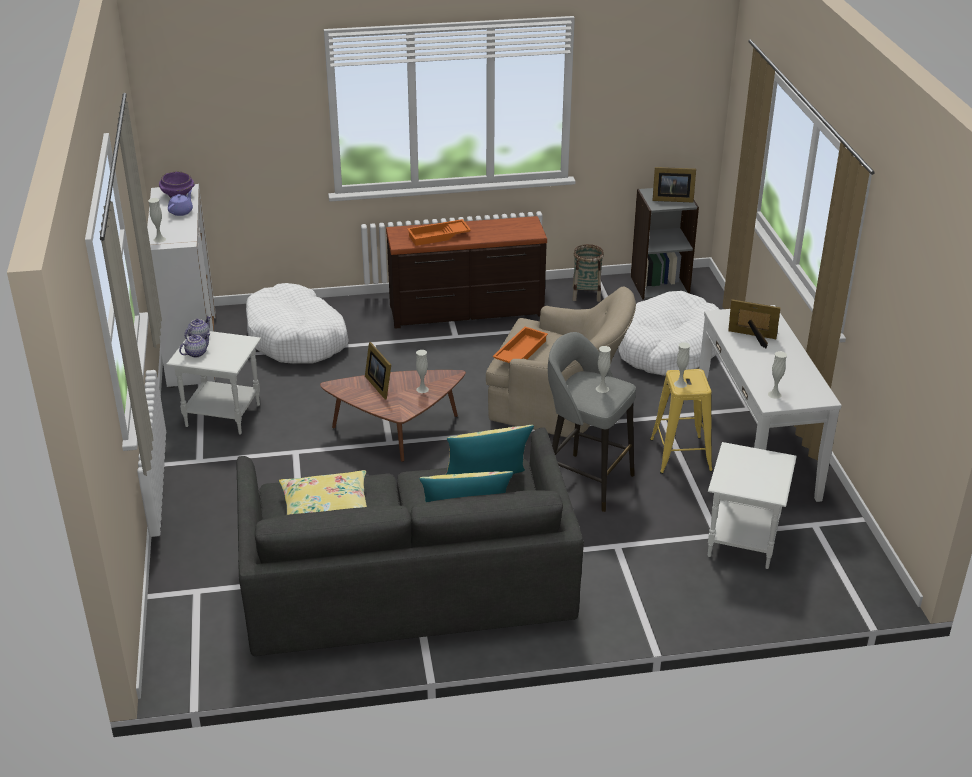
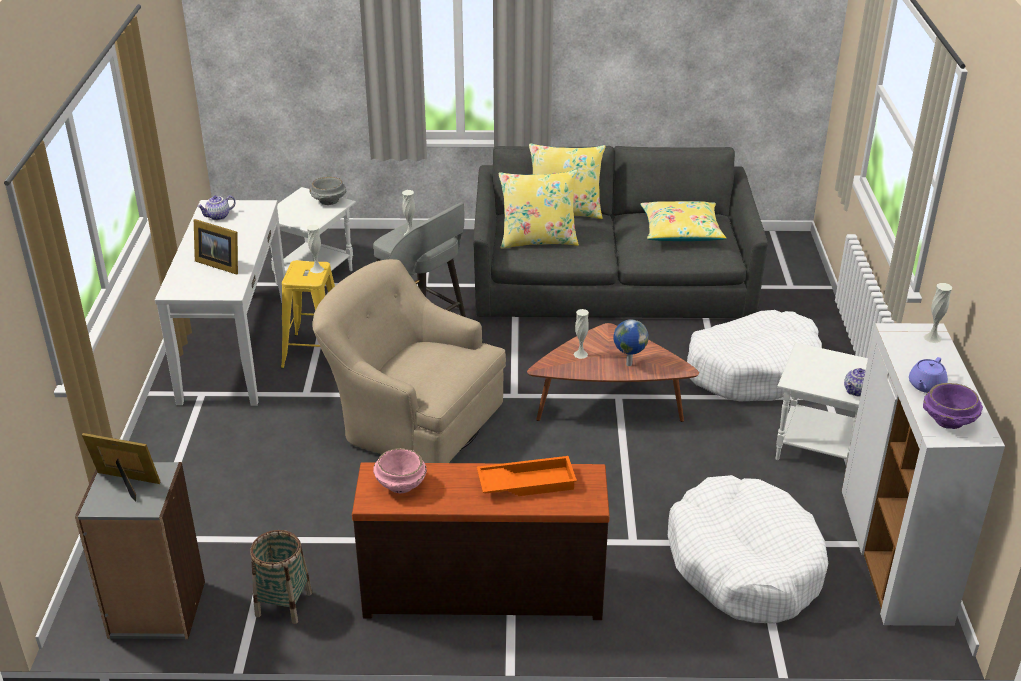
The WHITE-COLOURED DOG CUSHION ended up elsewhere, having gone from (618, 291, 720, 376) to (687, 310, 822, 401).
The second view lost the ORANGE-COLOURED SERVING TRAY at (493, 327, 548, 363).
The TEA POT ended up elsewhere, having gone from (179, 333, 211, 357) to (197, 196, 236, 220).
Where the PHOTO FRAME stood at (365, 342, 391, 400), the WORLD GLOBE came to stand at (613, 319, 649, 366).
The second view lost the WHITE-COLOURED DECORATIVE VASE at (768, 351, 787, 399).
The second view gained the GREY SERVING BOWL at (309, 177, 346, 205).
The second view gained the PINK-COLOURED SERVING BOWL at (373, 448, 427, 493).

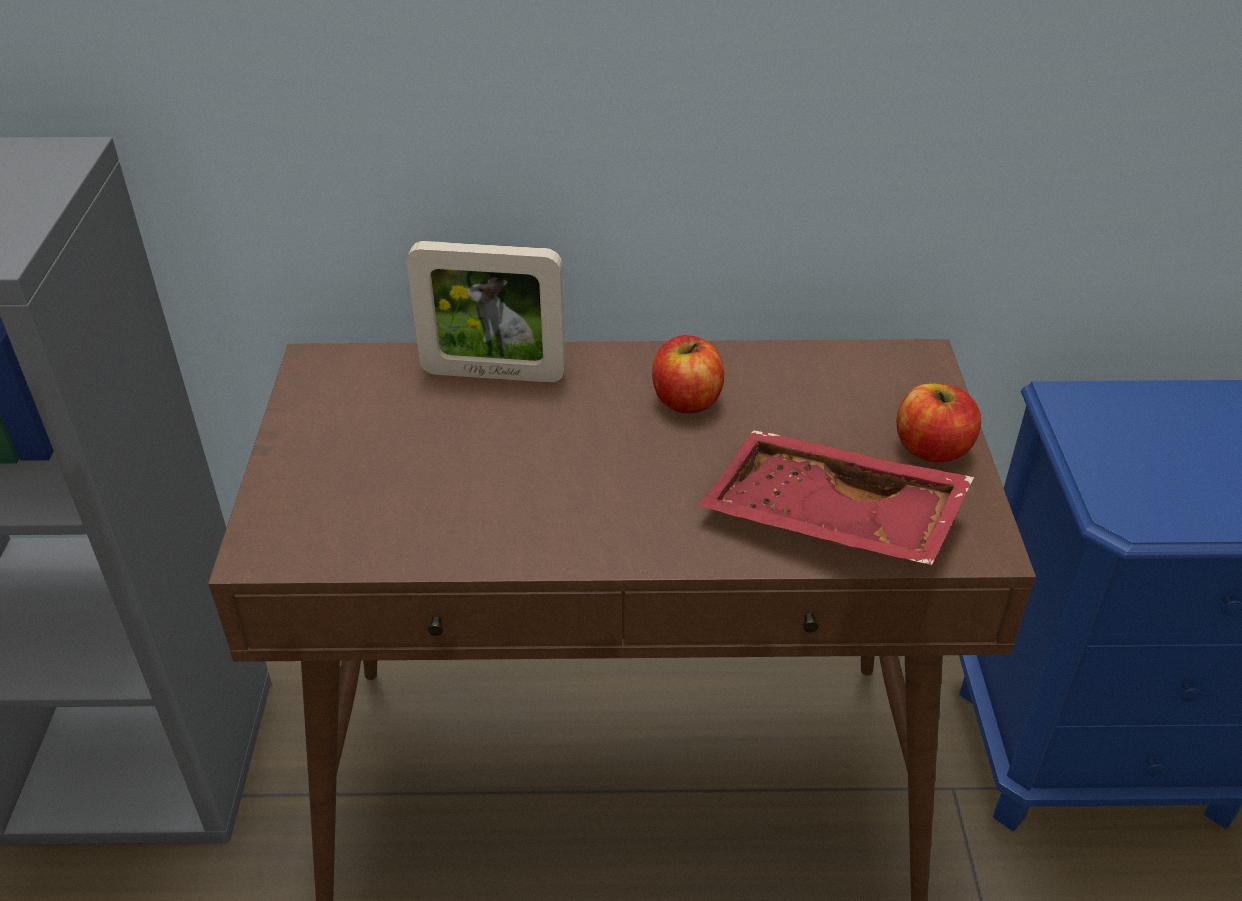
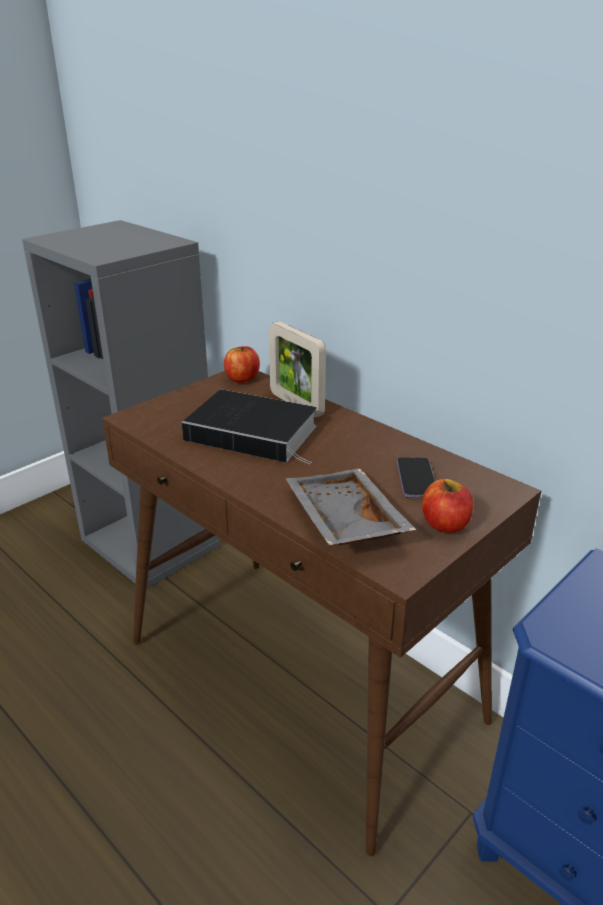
The WHOLE APPLE ended up elsewhere, having gone from (652, 335, 724, 413) to (224, 346, 260, 383).
What was the RED SERVING TRAY at (698, 430, 974, 565) turned into the GREY SERVING TRAY at (286, 469, 416, 545).
The second view gained the VOLUME at (182, 390, 317, 464).
The second view gained the PHONE at (397, 457, 435, 498).

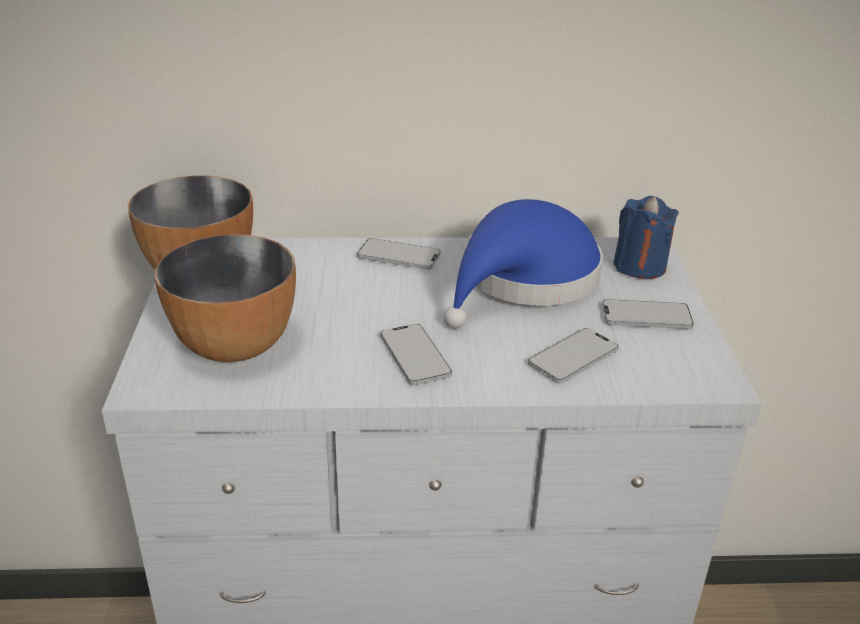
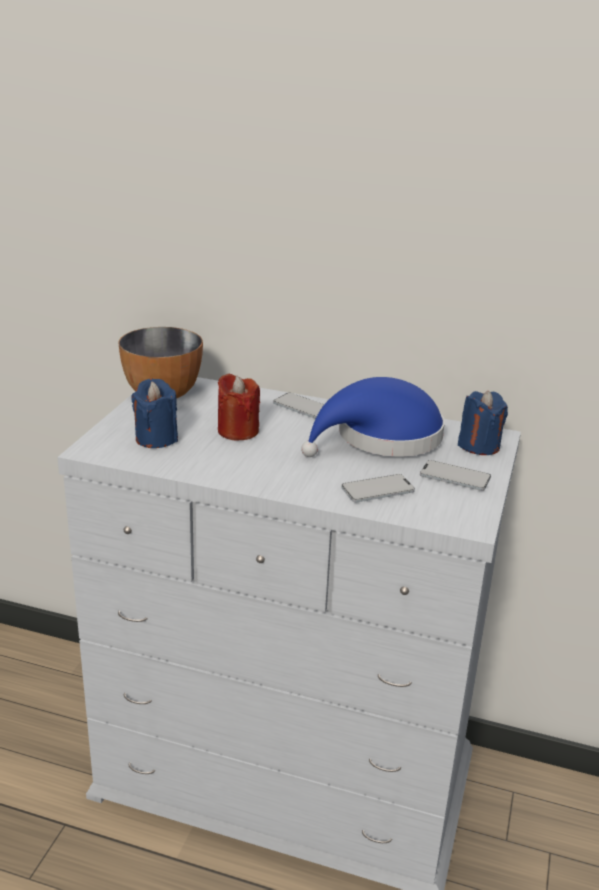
Where the SERVING BOWL stood at (154, 234, 296, 362), the BLUISH WAX CANDLE came to stand at (131, 379, 178, 448).
The second view lost the PHONE at (380, 324, 452, 385).
The second view gained the RED WAX CANDLE at (218, 374, 260, 440).

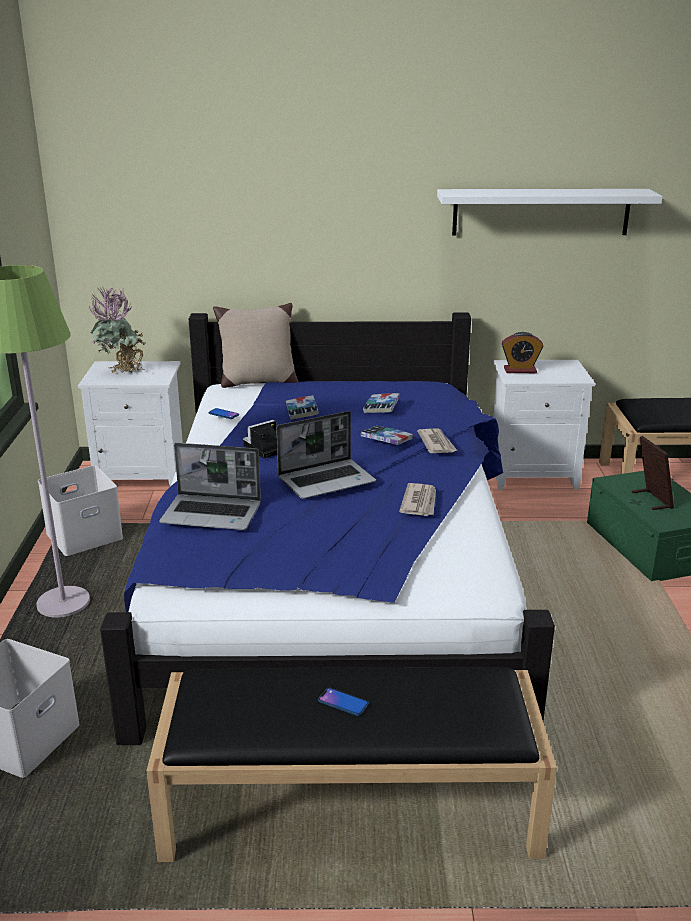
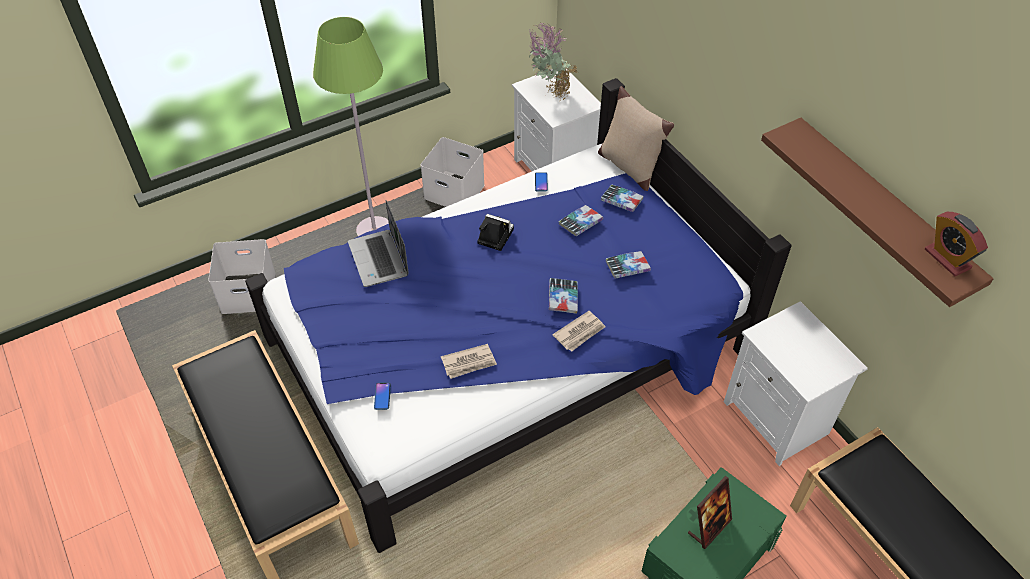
What was the WHITE-COLOURED BRACKET SHELF at (437, 189, 663, 236) turned into the BROWN-COLOURED BRACKET SHELF at (761, 118, 994, 307).
The BEDSIDE CLOCK ended up elsewhere, having gone from (502, 332, 543, 373) to (925, 212, 988, 276).
The second view lost the LAPTOP at (277, 411, 376, 499).
The PHONE ended up elsewhere, having gone from (318, 688, 369, 716) to (374, 382, 391, 410).
The second view gained the VOLUME at (601, 185, 644, 212).

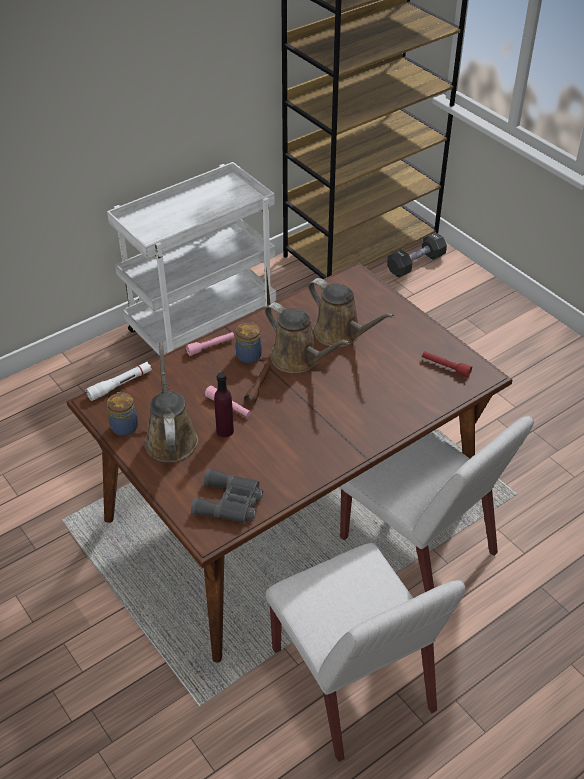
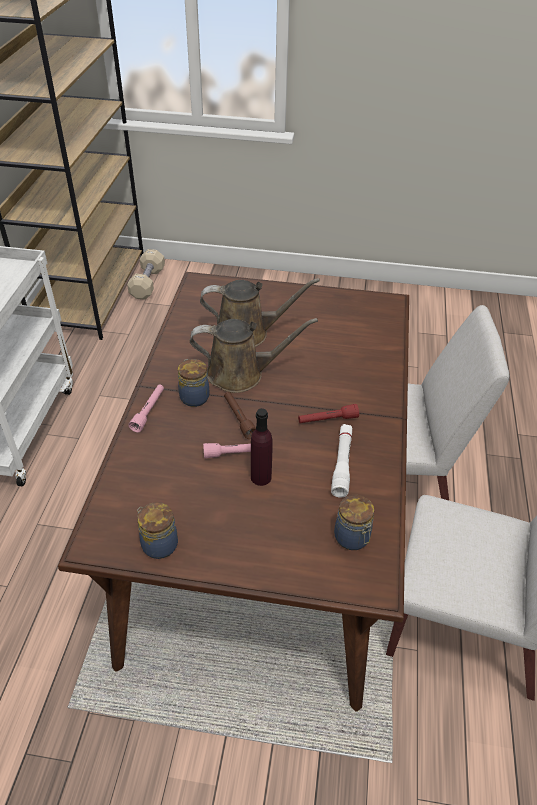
What was the BLACKISH HAND WEIGHT at (387, 232, 447, 278) turned into the SAND-COLOURED HAND WEIGHT at (127, 249, 165, 300).
The second view lost the BROWN-COLOURED WATERING CAN at (144, 341, 198, 463).
The RED TORCH ended up elsewhere, having gone from (422, 351, 472, 378) to (298, 404, 359, 423).
The WHITE-COLOURED TORCH ended up elsewhere, having gone from (86, 362, 152, 401) to (331, 424, 352, 498).
Where the GREY FIELD GLASSES stood at (191, 468, 263, 523), the JAR came to stand at (334, 495, 374, 550).

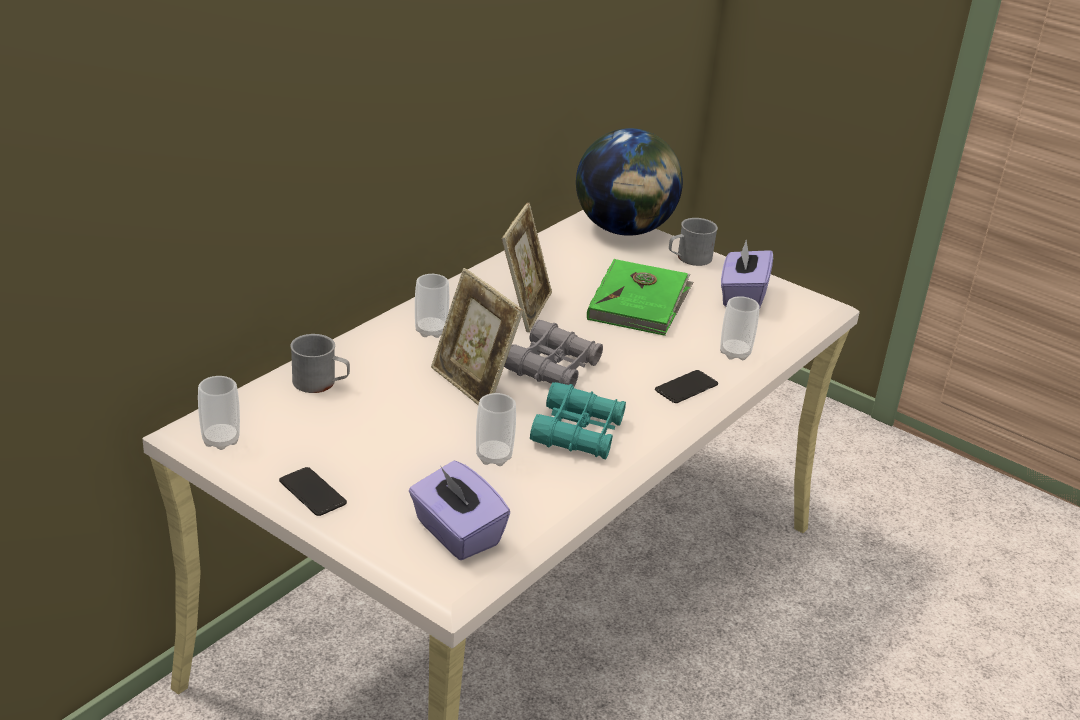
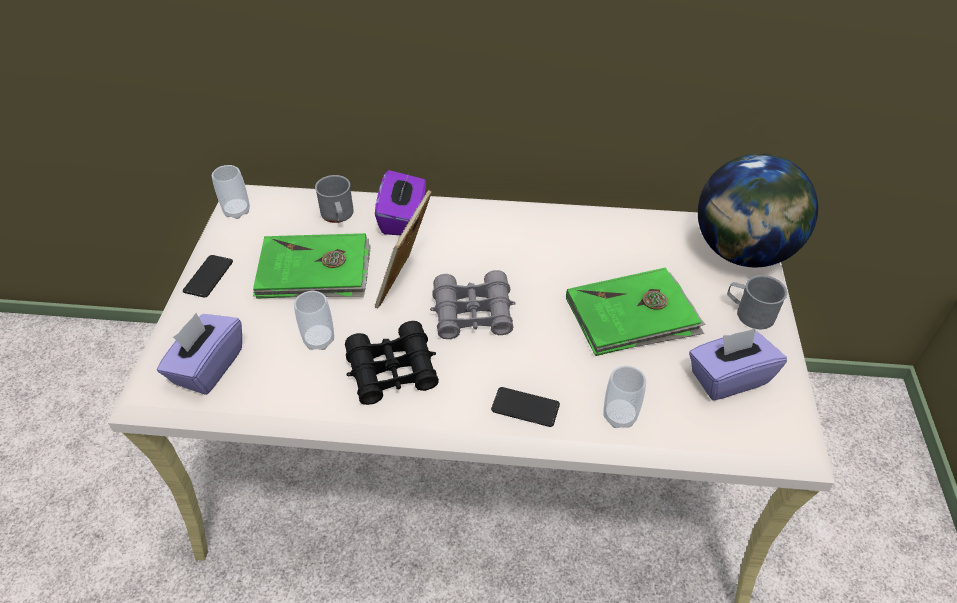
The second view lost the PHOTO FRAME at (502, 203, 552, 332).
The second view lost the SMALL CUP at (415, 274, 449, 338).
What was the TURQUOISE-COLOURED FIELD GLASSES at (530, 382, 626, 460) turned into the BLACKISH FIELD GLASSES at (345, 321, 439, 405).
The second view gained the PURPLE-COLOURED TISSUE HOLDER at (375, 170, 426, 235).
The second view gained the GREEN-COLOURED VOLUME at (253, 233, 371, 299).

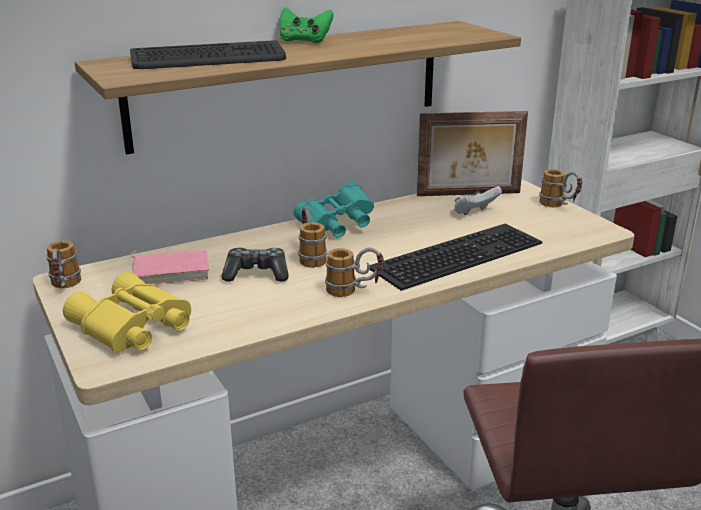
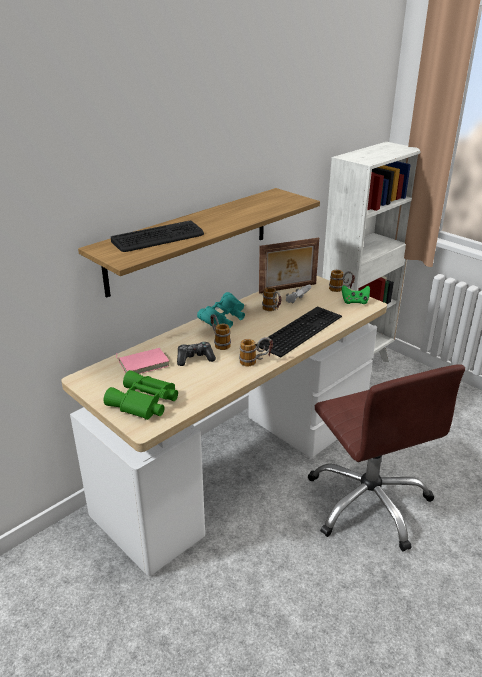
The GREEN-COLOURED JOYPAD ended up elsewhere, having gone from (279, 7, 334, 43) to (342, 285, 370, 304).
The MUG ended up elsewhere, having gone from (46, 241, 81, 288) to (262, 287, 282, 311).
What was the YELLOW-COLOURED FIELD GLASSES at (63, 272, 191, 353) turned into the GREEN-COLOURED FIELD GLASSES at (104, 370, 178, 420).

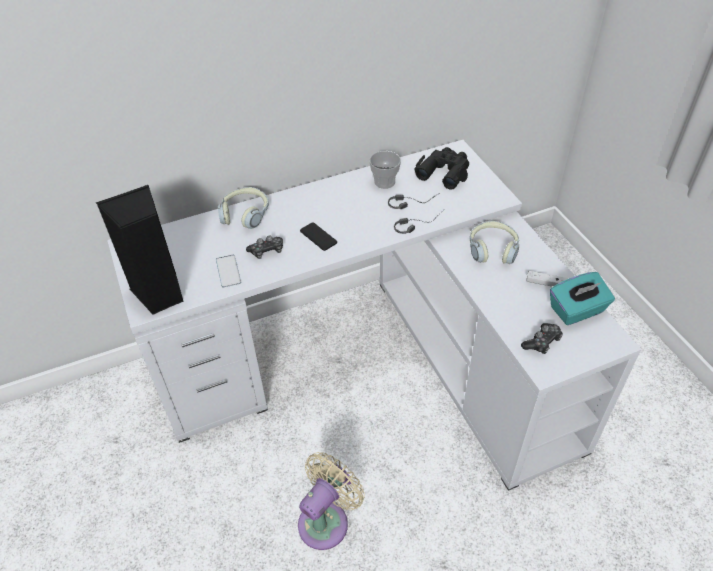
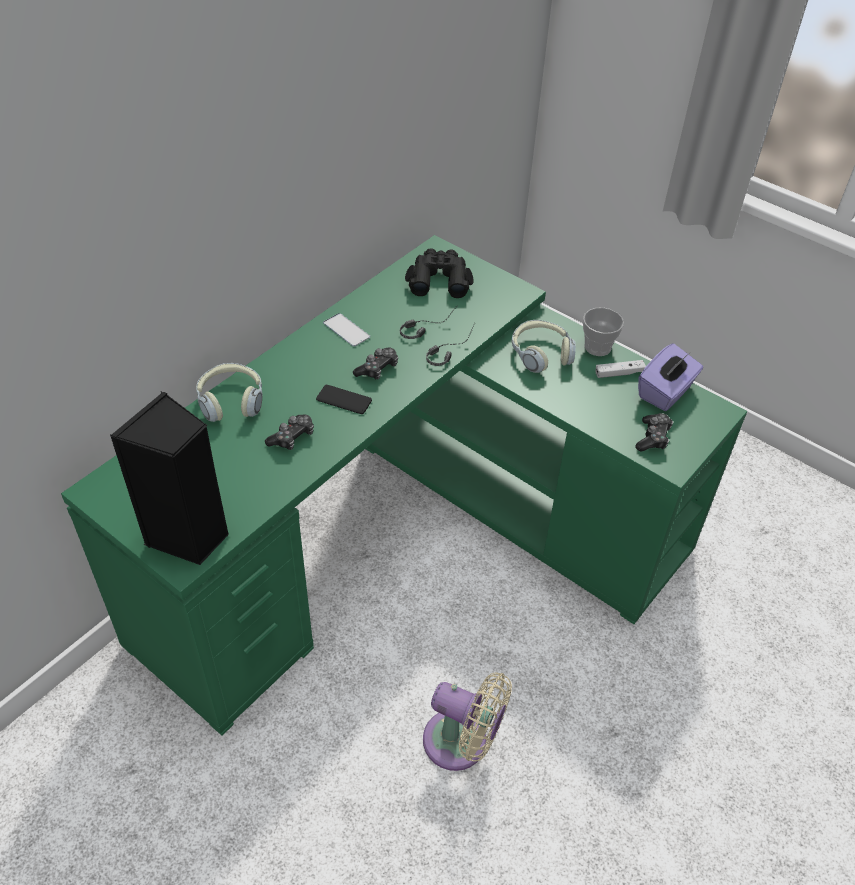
What was the WHITE-COLOURED DESK TABLE at (107, 140, 642, 491) turned into the GREEN-COLOURED DESK TABLE at (61, 235, 747, 735).
The SMALL CUP ended up elsewhere, having gone from (370, 151, 401, 189) to (583, 307, 624, 356).
The PHONE ended up elsewhere, having gone from (216, 255, 241, 287) to (323, 313, 370, 347).
What was the TURQUOISE-COLOURED TISSUE HOLDER at (550, 272, 615, 325) turned into the PURPLE-COLOURED TISSUE HOLDER at (638, 343, 703, 411).
The SAND-COLOURED ELECTRIC FAN at (298, 452, 365, 550) ended up facing another way, 105 degrees clockwise from before.
The second view gained the JOYPAD at (353, 348, 398, 380).

